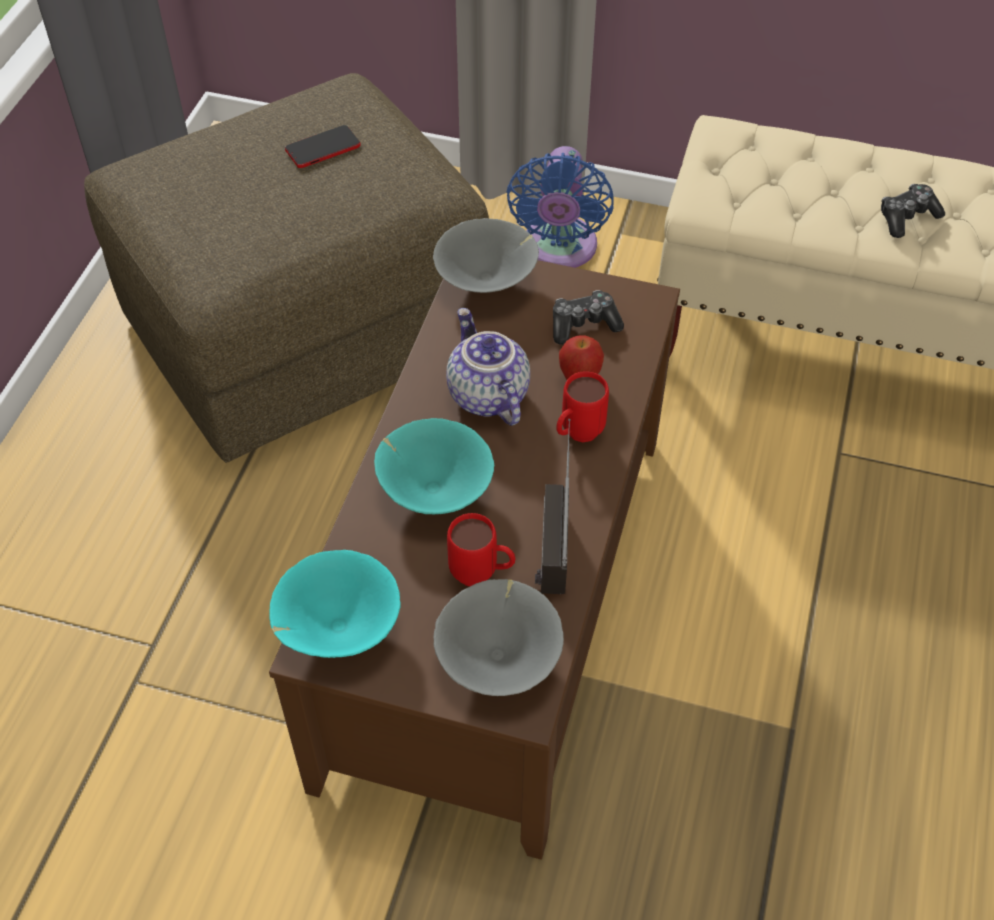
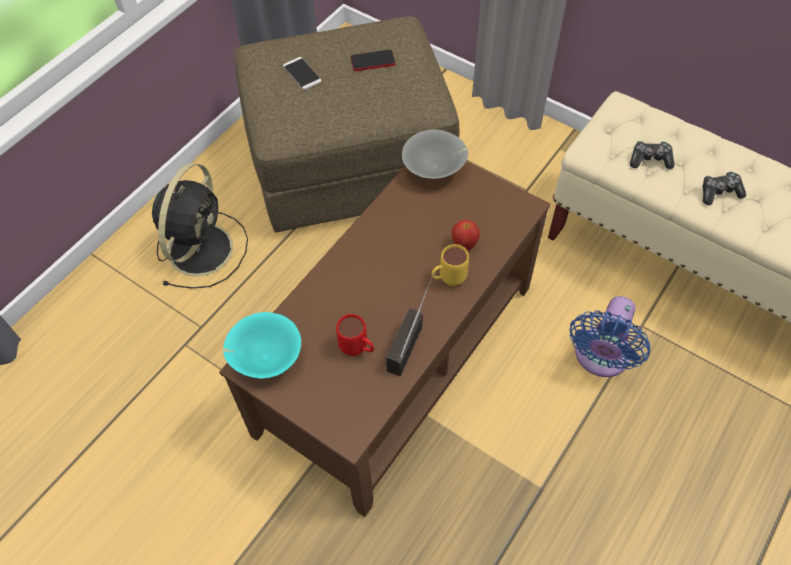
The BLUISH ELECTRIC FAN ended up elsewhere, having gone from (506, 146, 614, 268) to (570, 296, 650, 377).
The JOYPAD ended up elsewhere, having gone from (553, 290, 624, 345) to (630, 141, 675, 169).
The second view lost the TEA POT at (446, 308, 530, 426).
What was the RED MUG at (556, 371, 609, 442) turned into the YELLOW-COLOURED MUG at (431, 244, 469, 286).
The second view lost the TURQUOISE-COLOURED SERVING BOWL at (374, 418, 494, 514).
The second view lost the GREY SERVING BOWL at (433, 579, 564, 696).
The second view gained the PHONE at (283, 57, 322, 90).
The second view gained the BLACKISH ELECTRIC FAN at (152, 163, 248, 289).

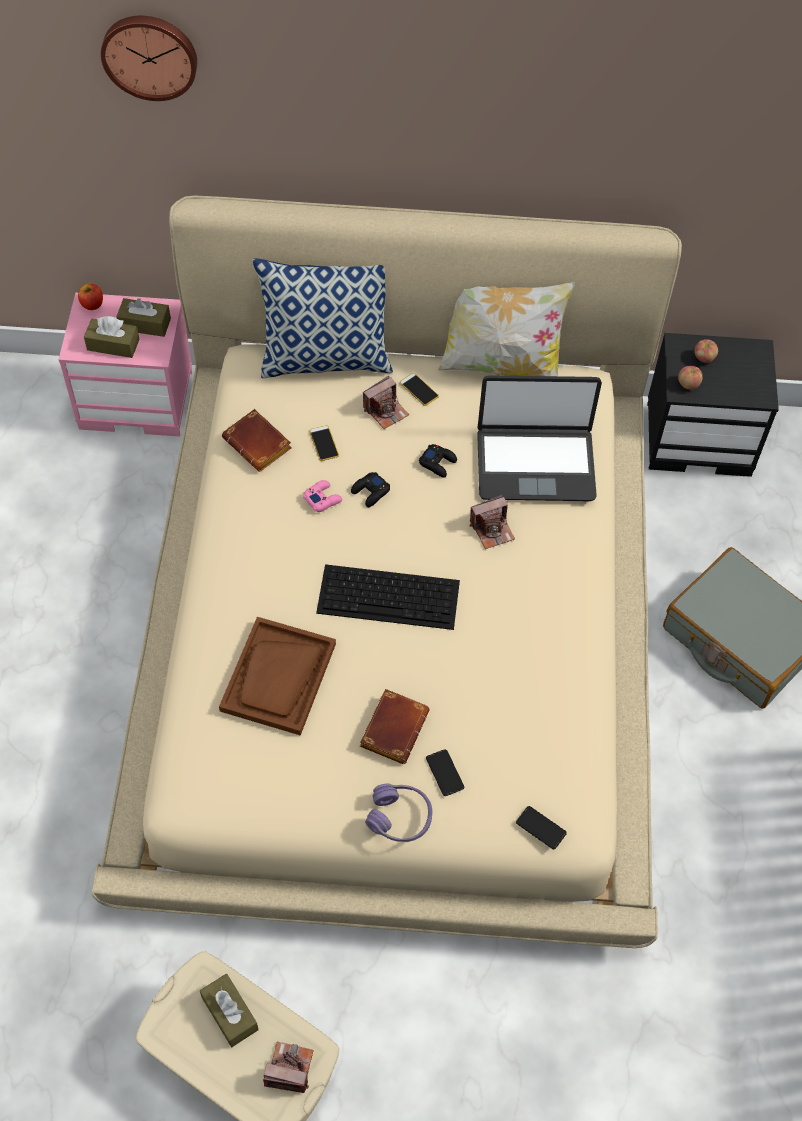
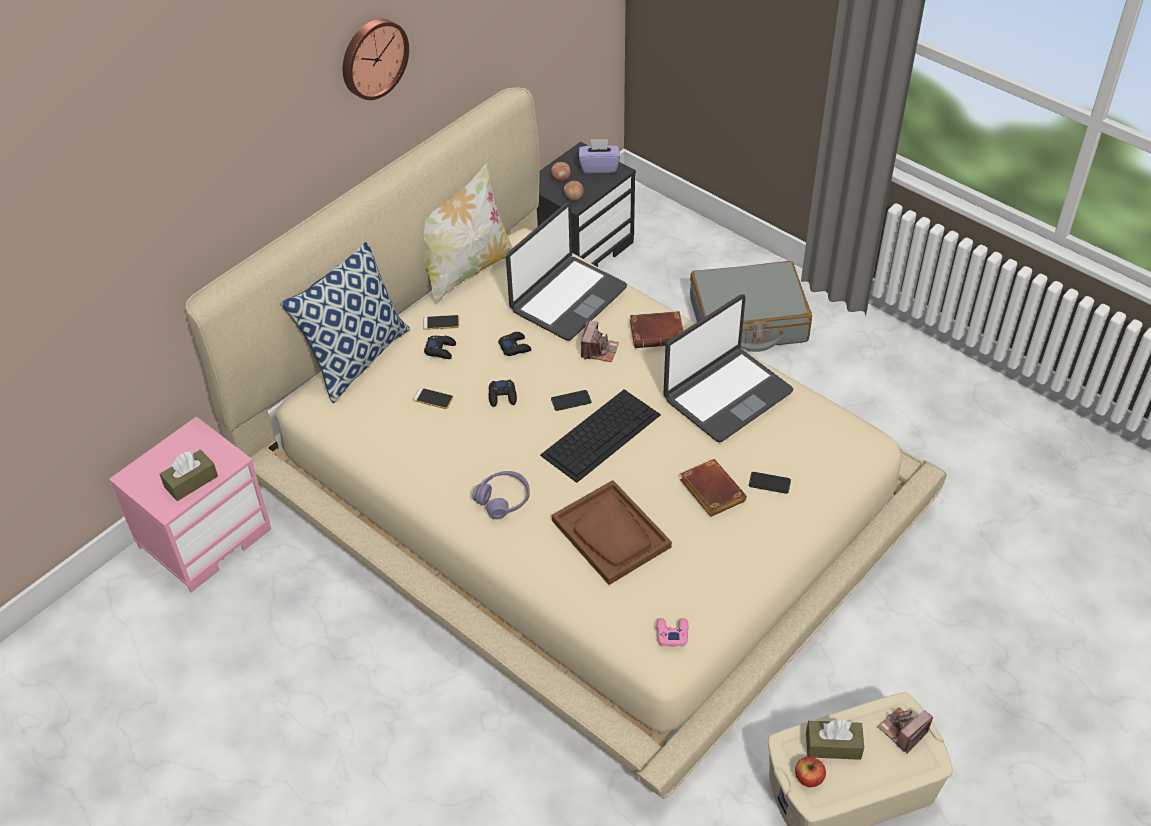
The WALL CLOCK ended up elsewhere, having gone from (101, 16, 197, 101) to (343, 19, 409, 100).
The WHOLE APPLE ended up elsewhere, having gone from (78, 283, 103, 310) to (795, 756, 826, 787).
The second view lost the BROWN-COLOURED TISSUE HOLDER at (116, 298, 171, 337).
Where the PHOTO CAMERA stood at (363, 376, 409, 429), the BLACKISH JOYPAD came to stand at (424, 336, 456, 359).
The BROWN-COLOURED VOLUME ended up elsewhere, having gone from (222, 409, 292, 472) to (630, 311, 683, 348).
The PINK-COLOURED JOYPAD ended up elsewhere, having gone from (303, 480, 342, 512) to (656, 618, 689, 647).
The PURPLE-COLOURED PAIR OF HEADPHONES ended up elsewhere, having gone from (365, 784, 432, 842) to (473, 471, 530, 519).
The PHONE ended up elsewhere, having gone from (516, 806, 567, 849) to (551, 390, 591, 411).
The second view gained the PURPLE-COLOURED TISSUE HOLDER at (579, 139, 620, 173).
The second view gained the LAPTOP at (663, 294, 794, 443).

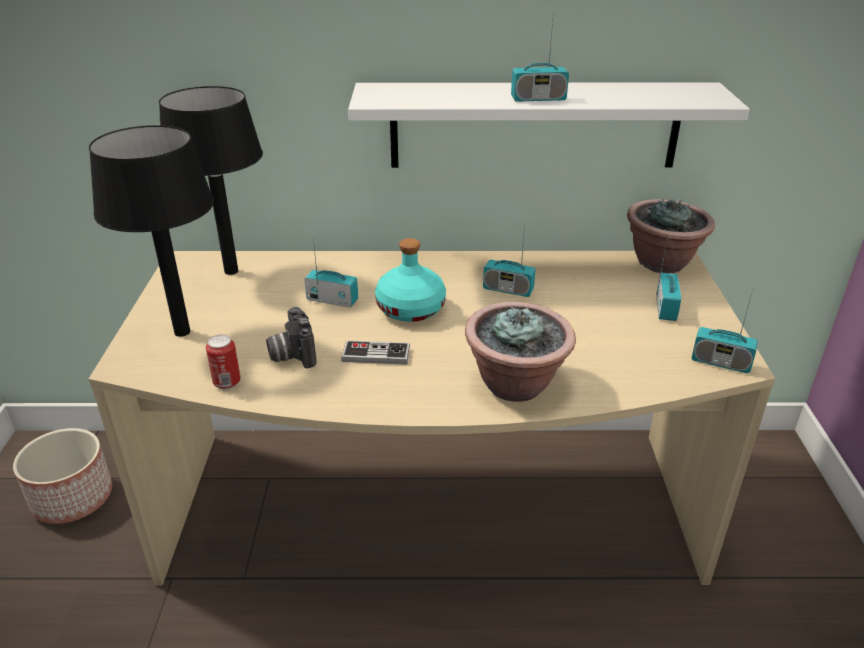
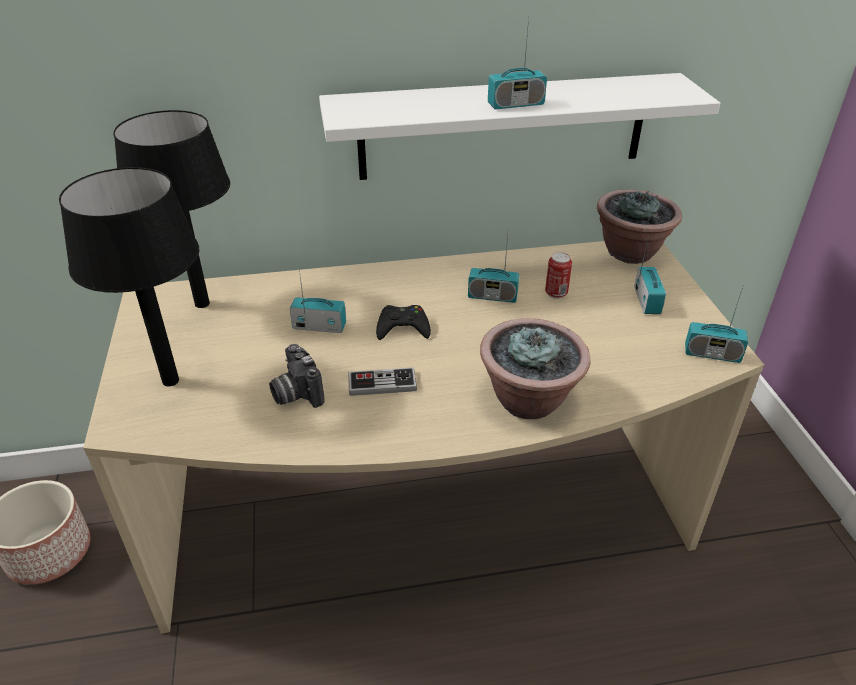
Where the TURQUOISE-COLOURED DRINK BOTTLE stood at (375, 238, 446, 322), the BLACKISH JOYPAD came to stand at (376, 305, 431, 340).
The SEALED CAN ended up elsewhere, having gone from (206, 334, 241, 390) to (545, 252, 572, 299).

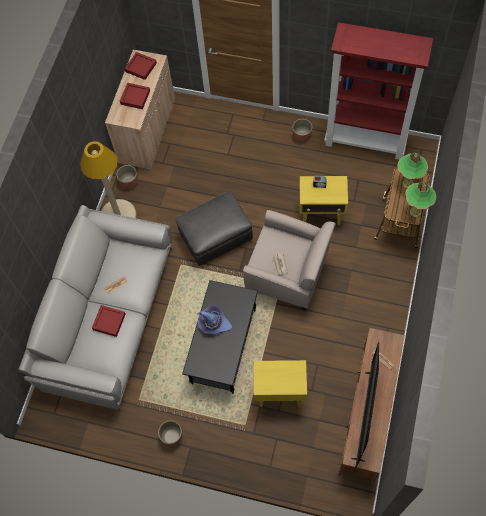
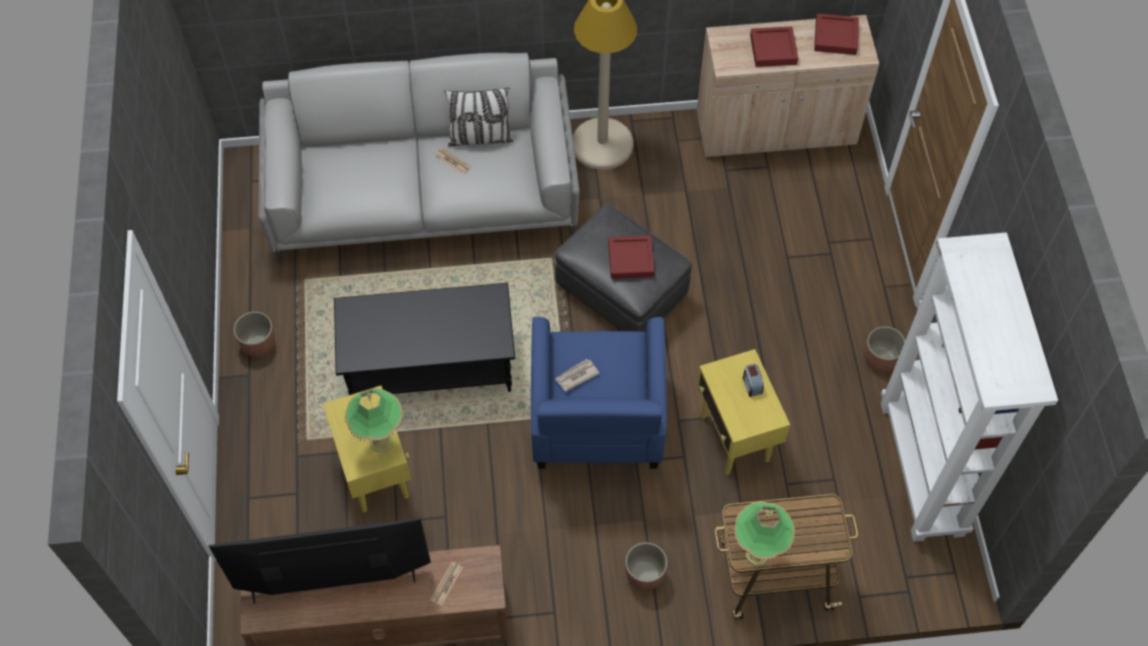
What was the RED BOOKSHELF at (324, 22, 433, 160) turned into the WHITE-COLOURED BOOKSHELF at (881, 232, 1058, 542).
The LAMP FOR A TABLE ended up elsewhere, having gone from (397, 152, 428, 188) to (345, 388, 403, 452).
The FLOWER POT ended up elsewhere, having gone from (116, 165, 138, 189) to (625, 542, 667, 591).
What was the SAND-COLOURED LOUNGE CHAIR at (243, 210, 336, 311) turned into the BLUISH LOUNGE CHAIR at (531, 317, 667, 469).
The RED SERVING TRAY ended up elsewhere, having gone from (92, 305, 126, 337) to (608, 236, 655, 279).
The second view lost the PURPLE-COLOURED WEARABLE HAT at (198, 305, 232, 334).
The second view gained the CUSHION at (445, 87, 513, 147).

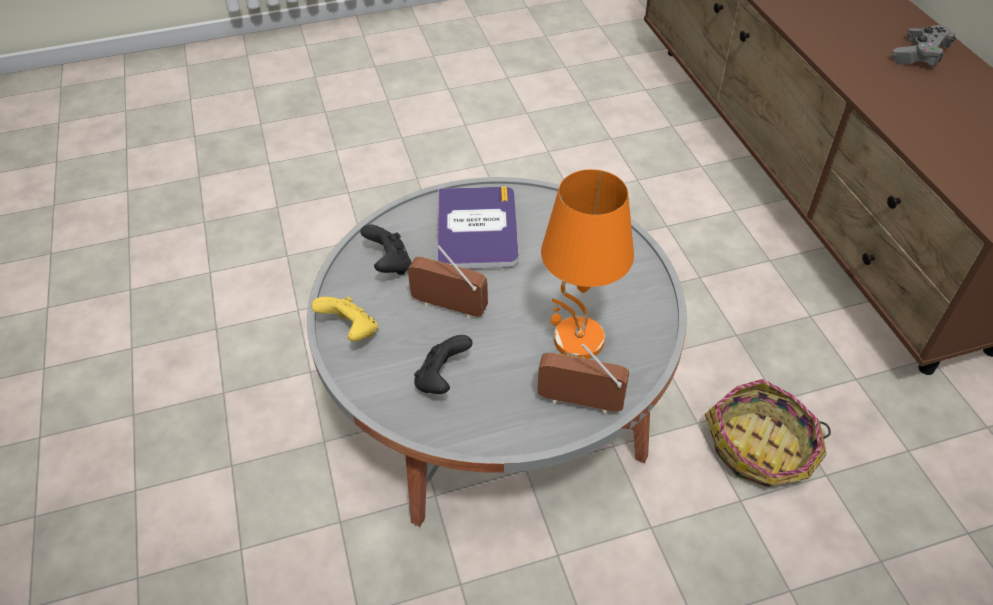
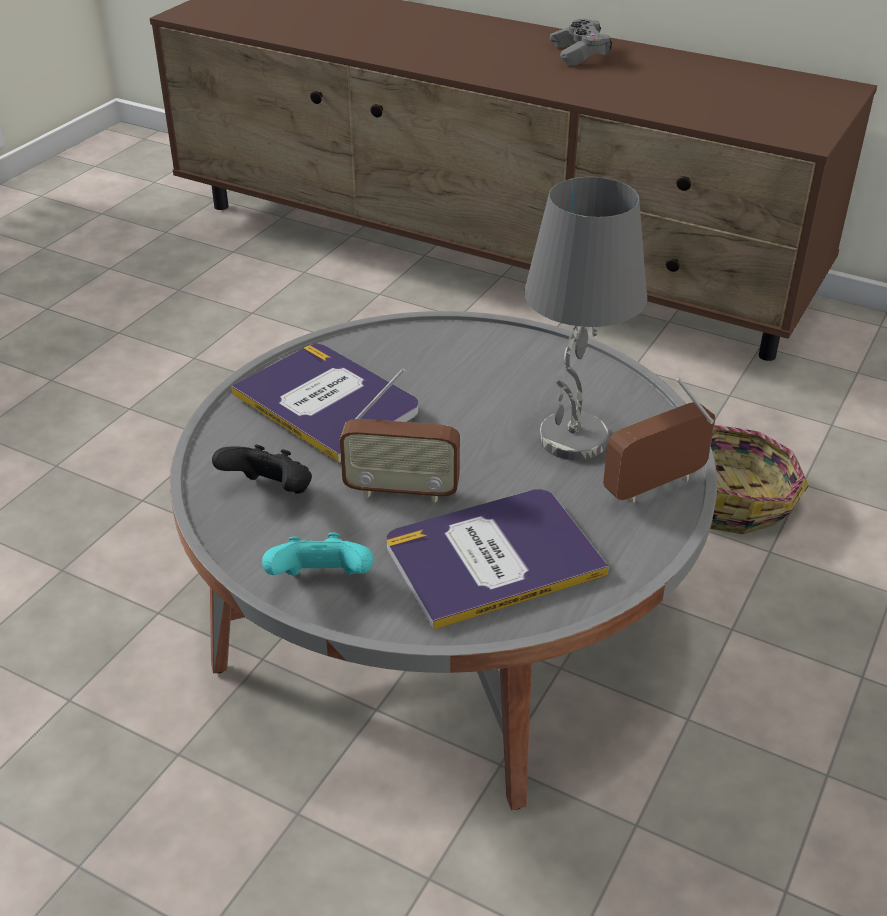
What was the ORANGE-COLOURED LAMP FOR A TABLE at (541, 169, 634, 359) turned into the GREY LAMP FOR A TABLE at (524, 177, 647, 460).
The RADIO at (408, 245, 488, 318) ended up facing another way, 150 degrees counterclockwise from before.
What was the YELLOW-COLOURED JOYPAD at (311, 296, 378, 341) turned into the TURQUOISE-COLOURED JOYPAD at (262, 533, 373, 576).
Where the BLACKISH JOYPAD stood at (414, 335, 472, 394), the VOLUME came to stand at (386, 489, 609, 630).

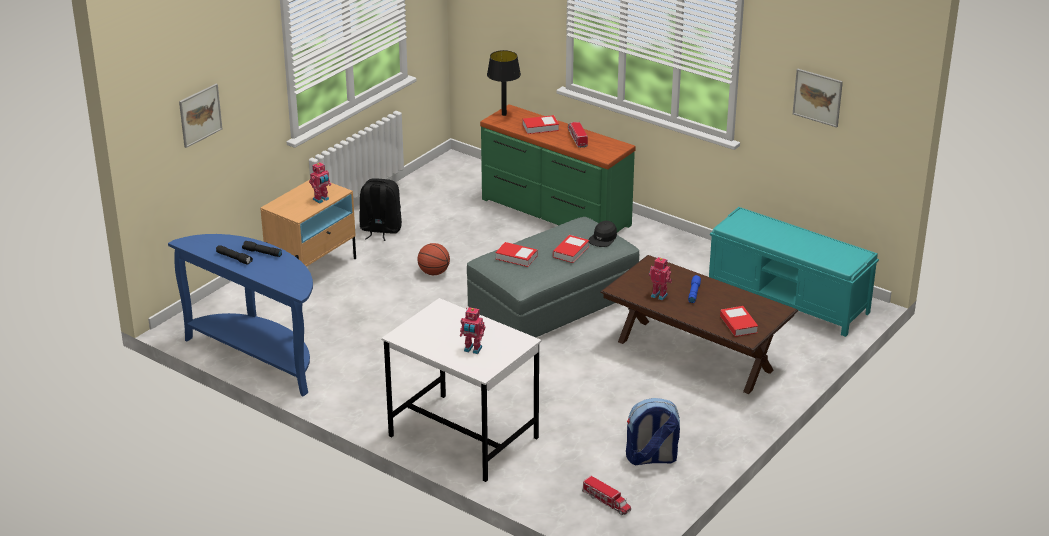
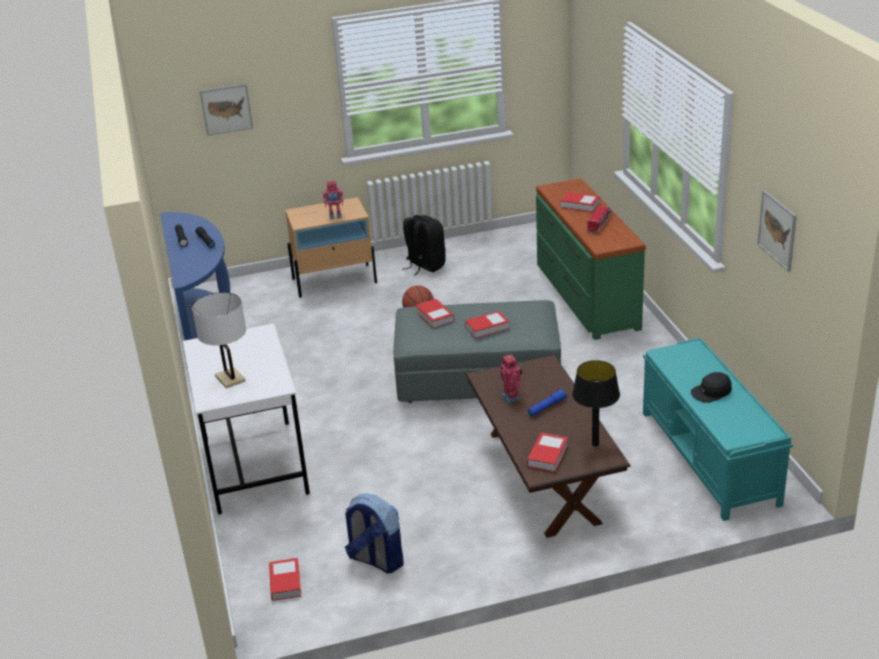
The BLACKISH LAMP FOR A TABLE ended up elsewhere, having gone from (487, 50, 521, 116) to (572, 360, 620, 446).
The BLACKISH BASEBALL CAP ended up elsewhere, having gone from (588, 221, 617, 247) to (691, 372, 732, 403).
Where the ROBOT FIGURE stood at (460, 307, 485, 354), the WHITE-COLOURED LAMP FOR A TABLE came to stand at (192, 292, 246, 388).
Where the TOY TRUCK stood at (582, 476, 631, 515), the VOLUME came to stand at (269, 558, 301, 601).

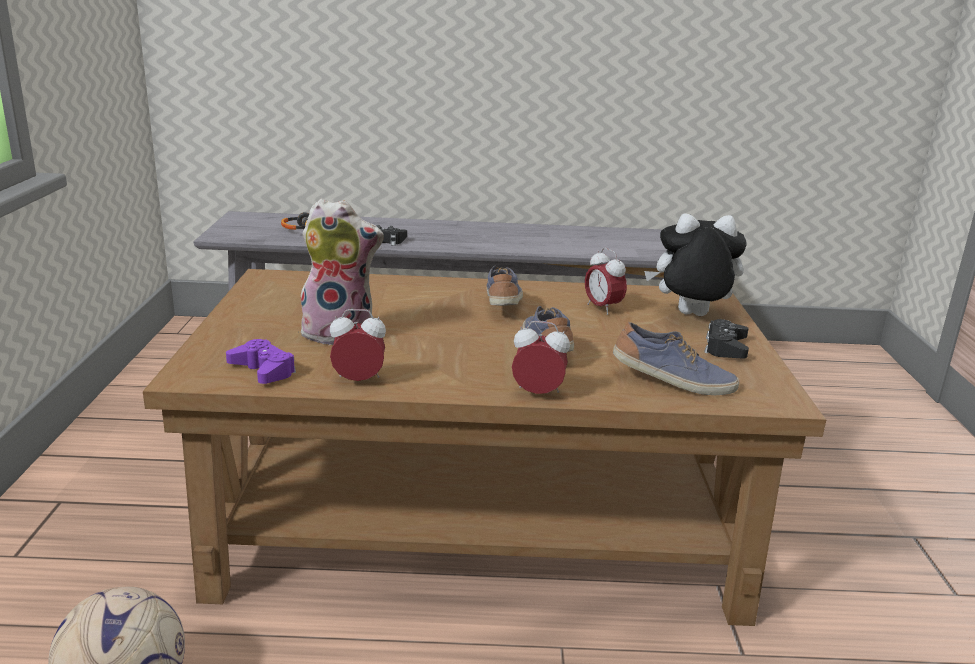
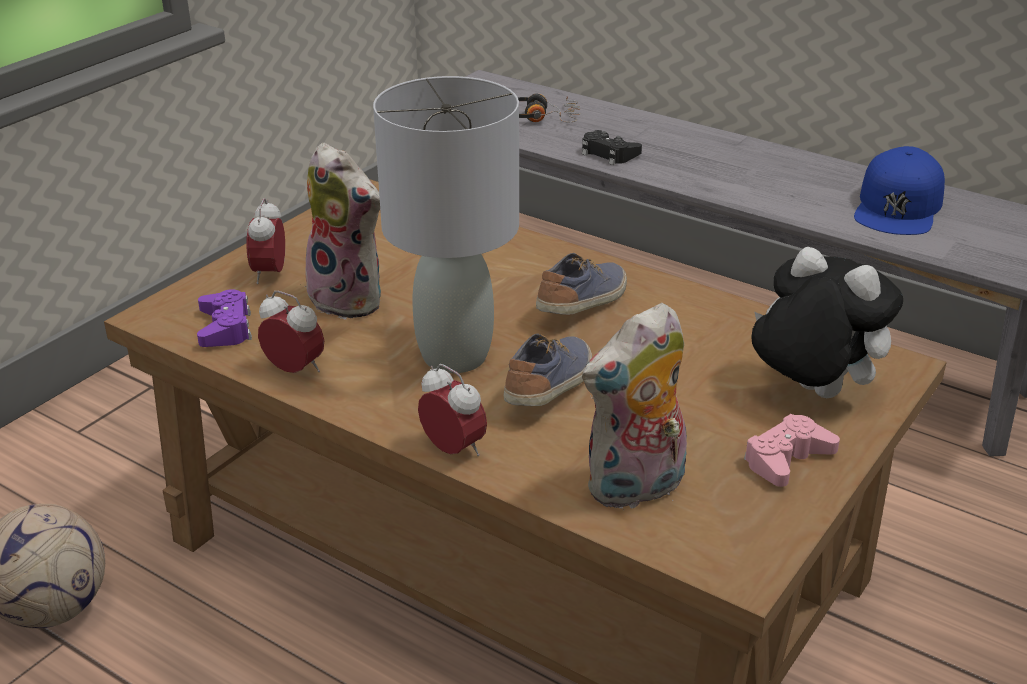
The BEDSIDE CLOCK ended up elsewhere, having gone from (585, 248, 627, 315) to (246, 198, 285, 284).
What was the BLACKISH JOYPAD at (704, 319, 749, 359) turned into the PINK-COLOURED JOYPAD at (744, 414, 840, 487).
Where the LOW SHOE stood at (613, 322, 739, 395), the SOFT TOY came to stand at (582, 303, 687, 511).
The second view gained the GREY LAMP FOR A TABLE at (373, 76, 519, 373).
The second view gained the BLUISH BASEBALL CAP at (854, 146, 945, 235).

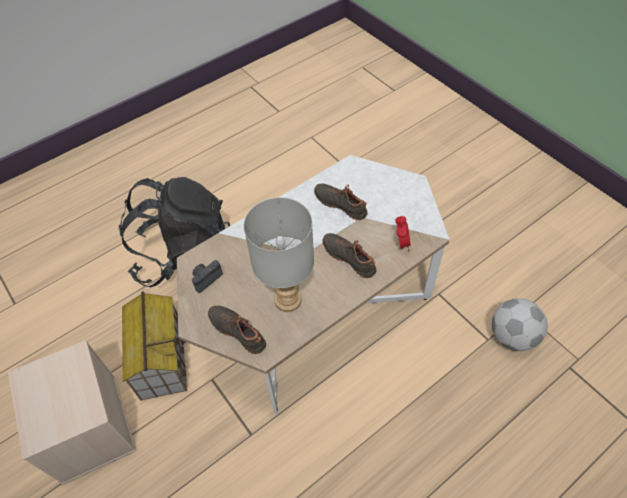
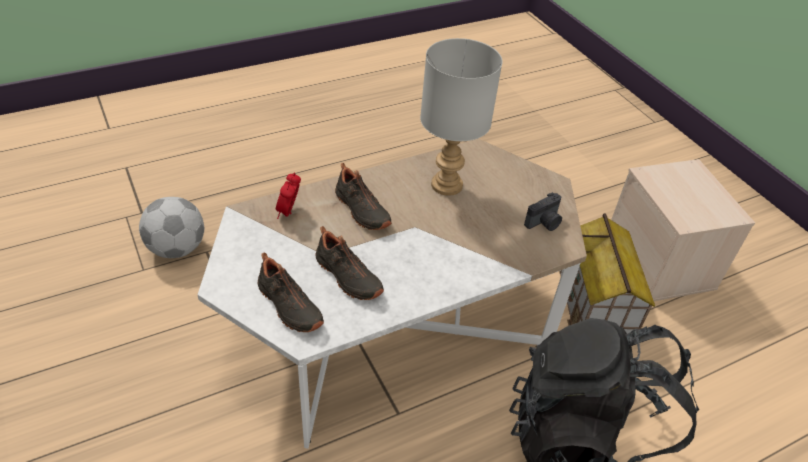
The BLACKISH LOW SHOE ended up elsewhere, having gone from (208, 305, 266, 354) to (258, 252, 324, 332).

